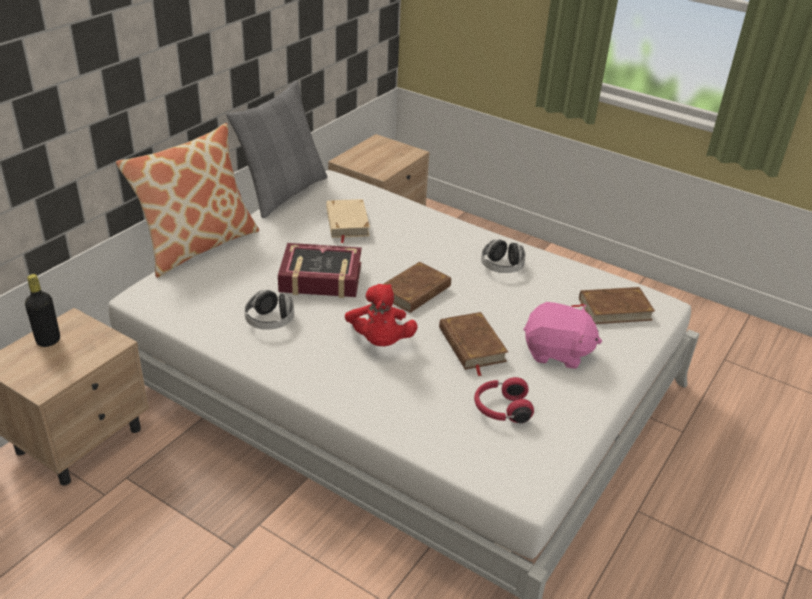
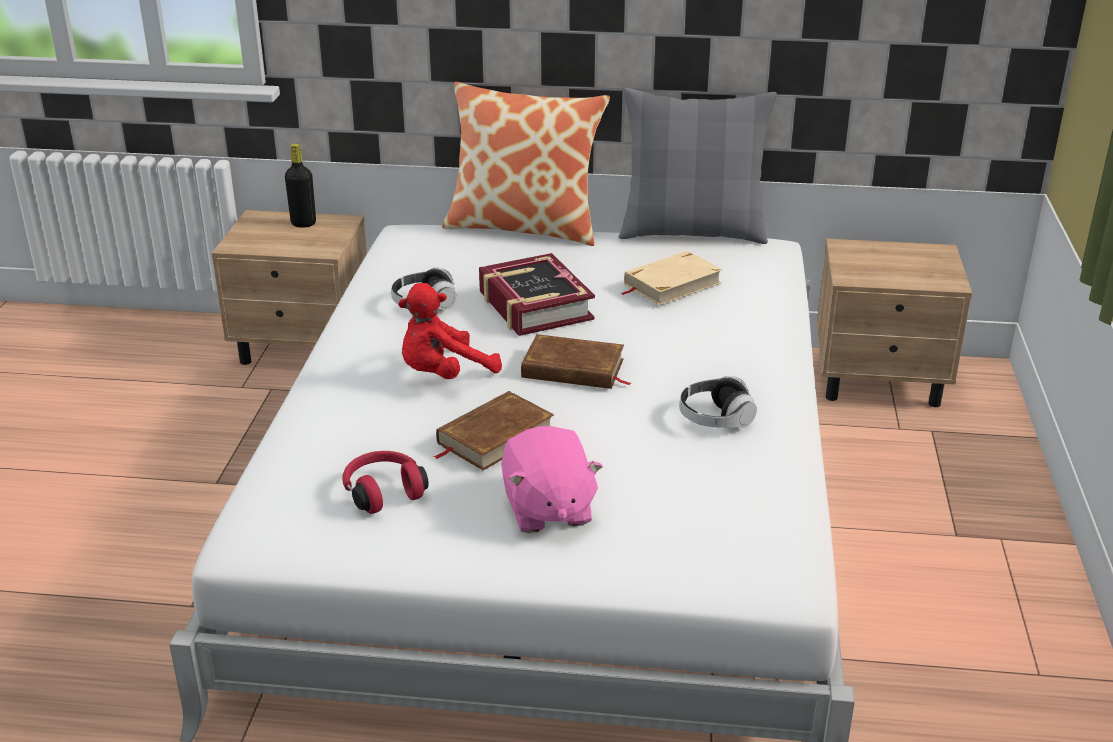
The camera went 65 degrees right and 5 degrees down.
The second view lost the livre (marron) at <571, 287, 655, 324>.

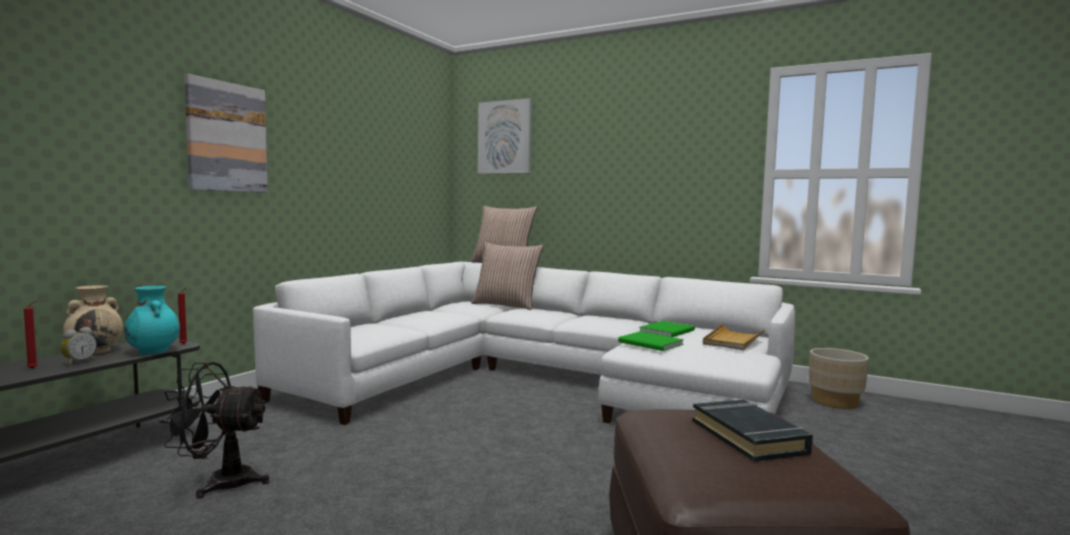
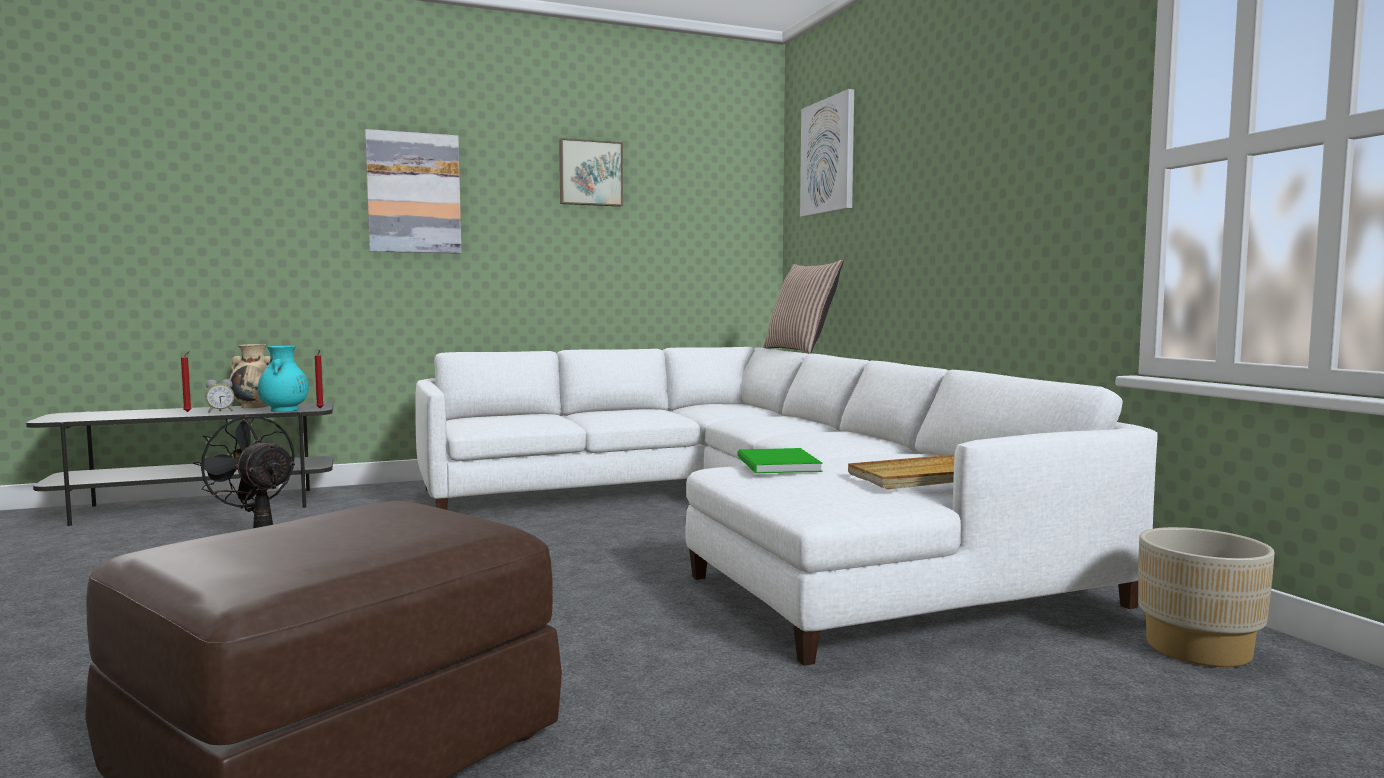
The camera went 40 degrees right and 0 degrees up.
The second view lost the coussin at <471, 242, 543, 310>.
The second view lost the livre (vert) at <640, 321, 695, 337>.
The second view lost the livre (noir) at <693, 400, 813, 461>.
The second view gained the tableau at <559, 138, 623, 207>.

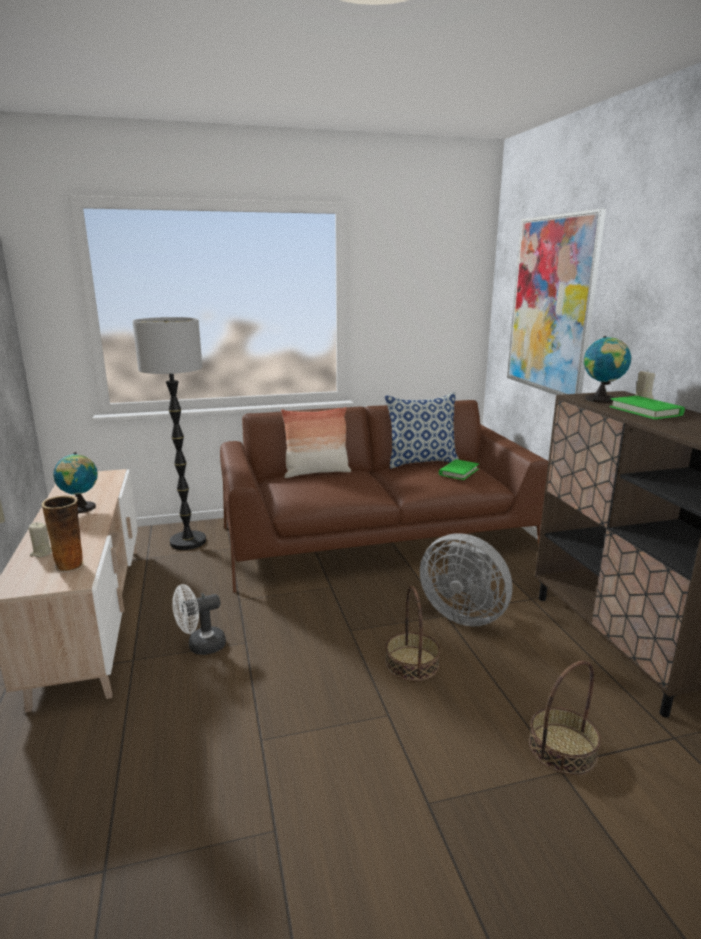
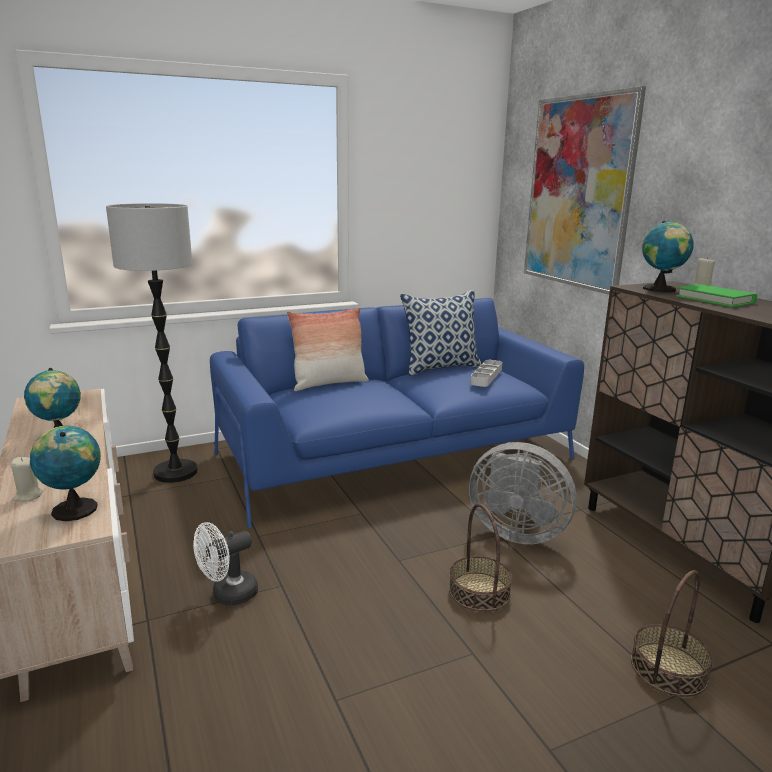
The camera went 10 degrees left and 0 degrees up.
Where the vase stood at <41, 496, 84, 572>, the globe came to stand at <30, 426, 101, 521>.
What was the canapé (marron) at <220, 400, 548, 593> turned into the canapé (bleu) at <210, 298, 584, 528>.
Where the livre (vert) stood at <439, 459, 479, 480>, the plateau (gris) came to stand at <470, 360, 502, 387>.

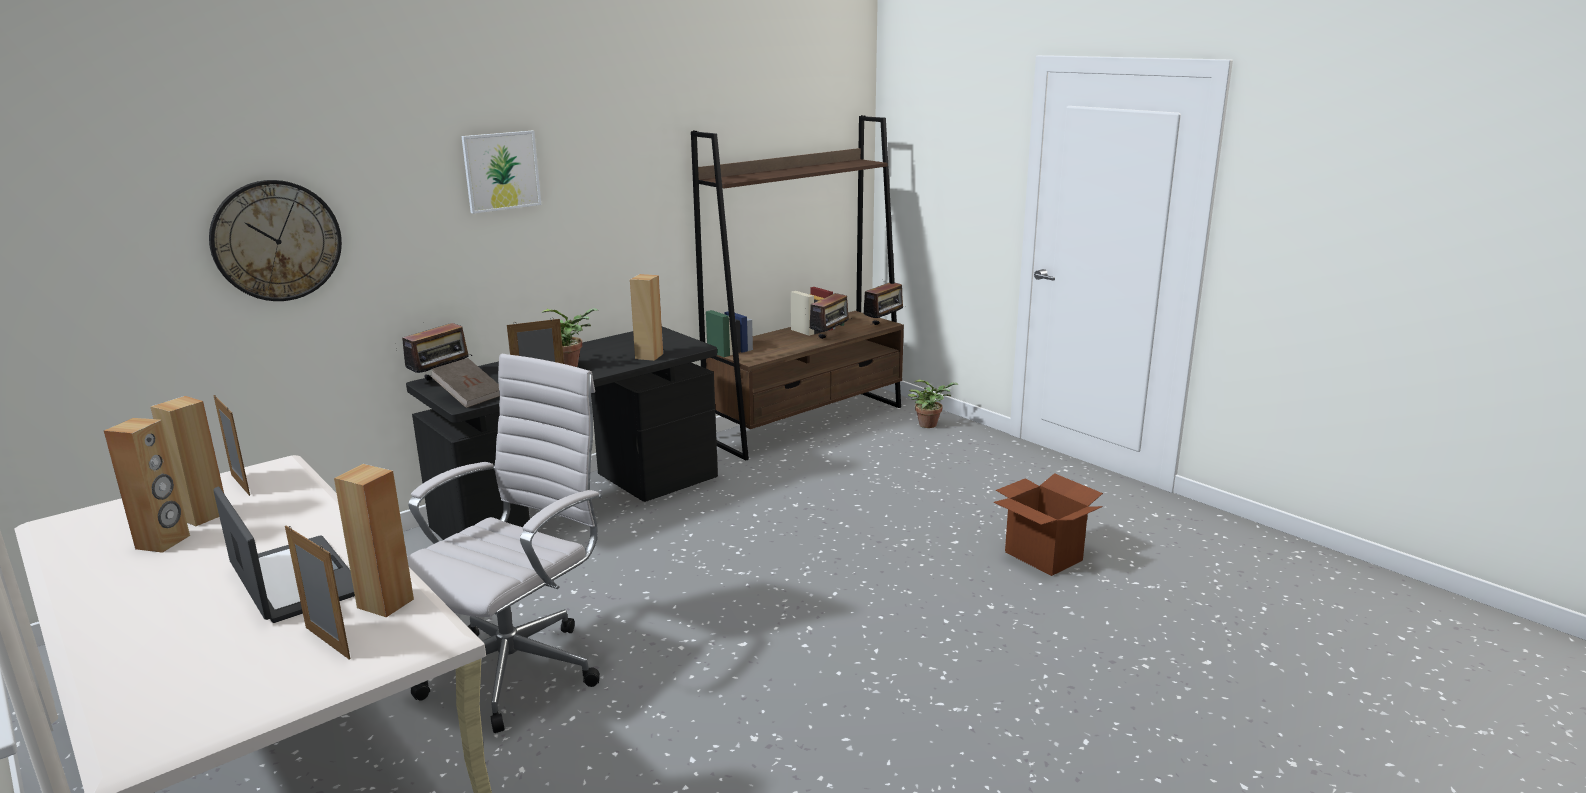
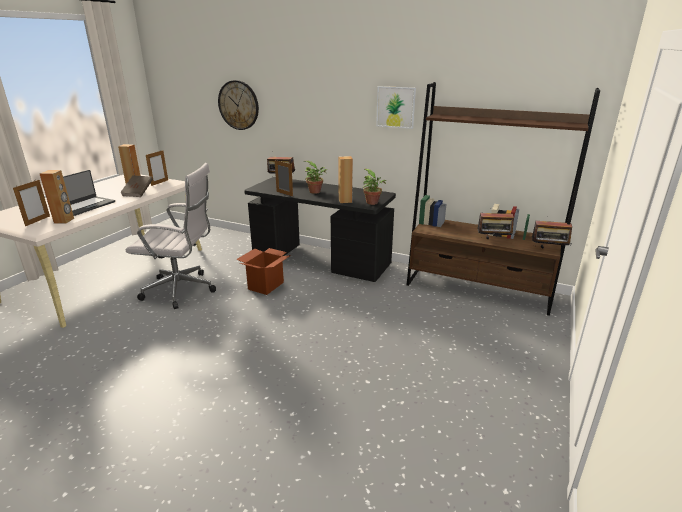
The camera went 65 degrees right and 5 degrees up.
The second view lost the enceinte (marron) at <104, 418, 190, 553>.
The livre (marron) ended up elsewhere, having gone from <430, 358, 500, 408> to <120, 175, 153, 197>.
The tableau ended up elsewhere, having gone from <461, 131, 541, 214> to <376, 86, 416, 129>.
The plante en pot ended up elsewhere, having gone from <908, 379, 958, 428> to <362, 169, 387, 205>.
The carton ended up elsewhere, having gone from <993, 473, 1103, 576> to <236, 248, 291, 295>.

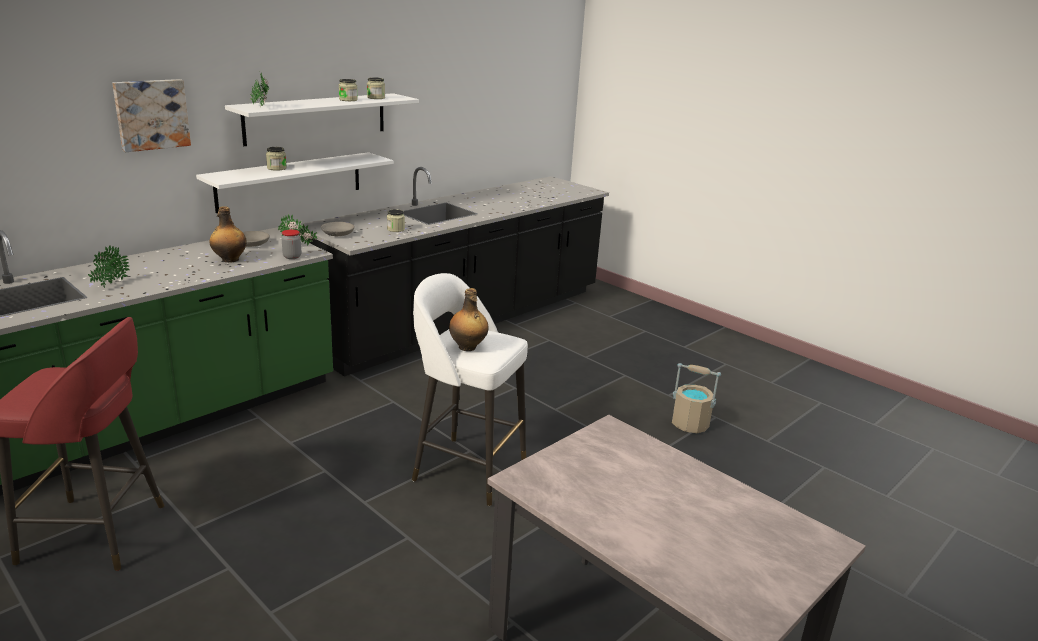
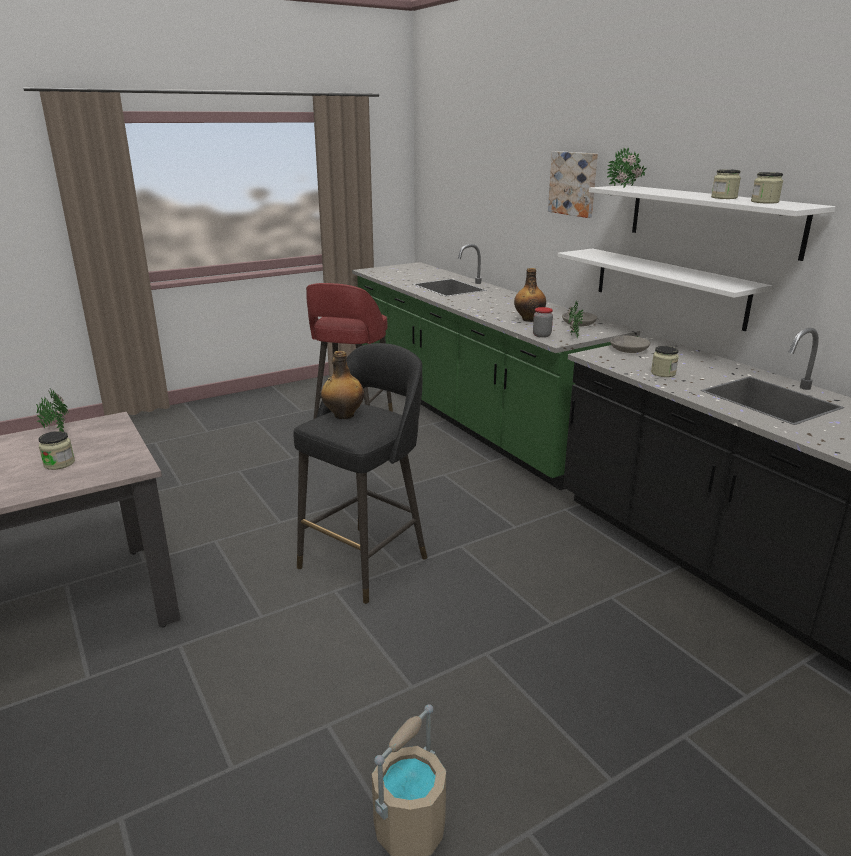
The camera went 105 degrees right and 0 degrees up.
The plante en pot ended up elsewhere, having gone from <88, 245, 130, 288> to <36, 389, 68, 432>.
The bocal ended up elsewhere, having gone from <266, 147, 287, 171> to <38, 431, 75, 470>.
What was the tabouret (blanc) at <412, 273, 528, 506> turned into the tabouret (noir) at <293, 343, 427, 604>.

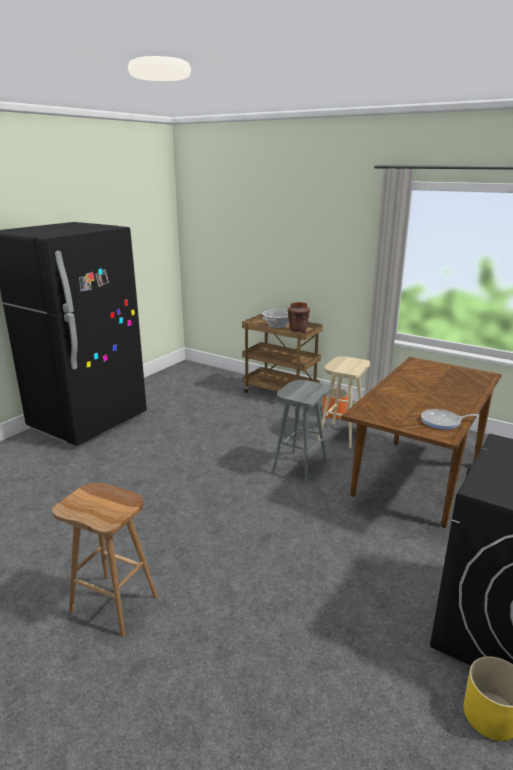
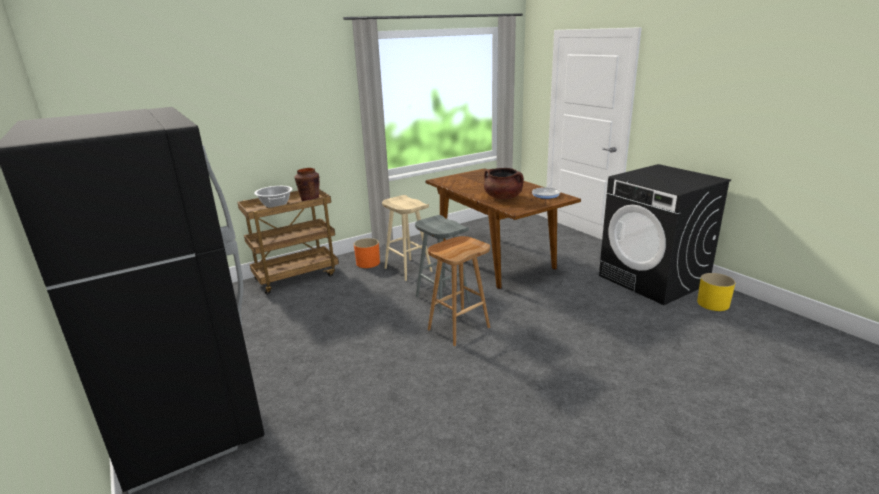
The camera went 65 degrees left and 0 degrees up.
The tabouret (marron) ended up elsewhere, having gone from <52, 483, 158, 637> to <428, 236, 490, 346>.
The second view gained the marmite (marron) at <484, 168, 524, 199>.

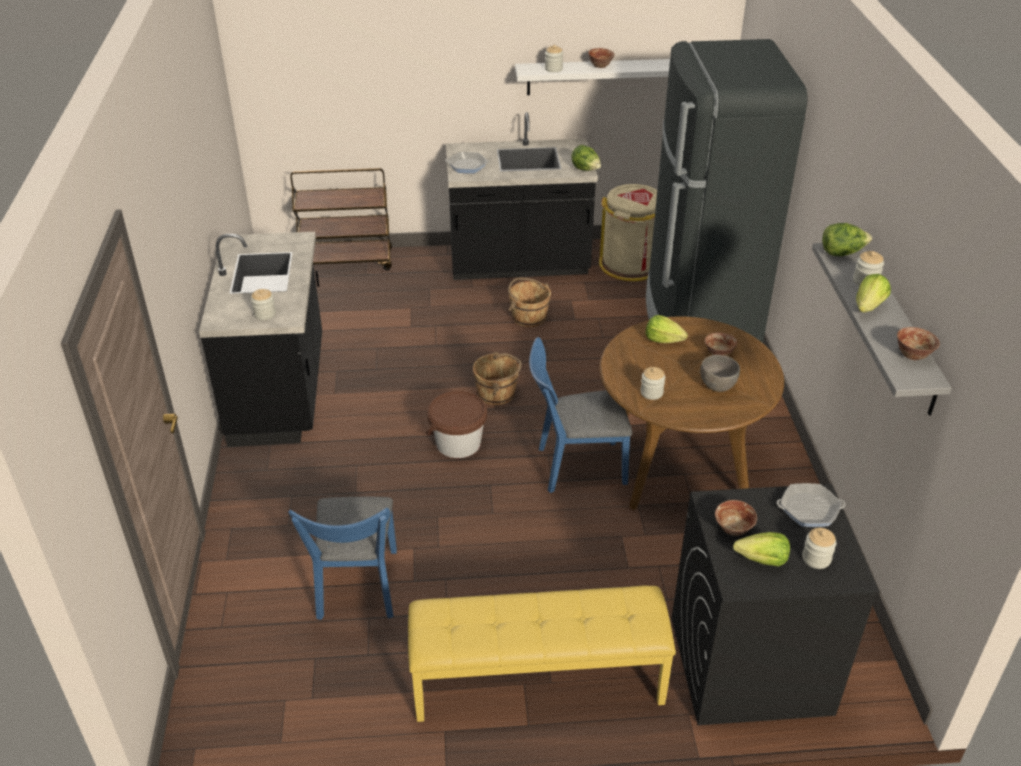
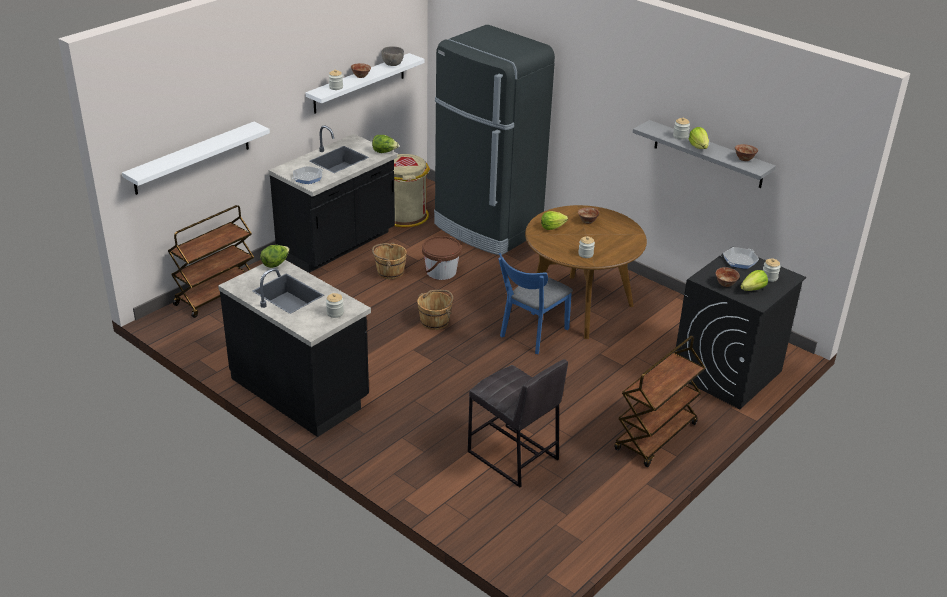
The camera went 45 degrees left and 5 degrees down.
Where the chaise (bleu) stood at <288, 497, 397, 620>, the tabouret (gris) came to stand at <468, 359, 568, 487>.
Where the banc (jaune) stood at <408, 586, 676, 722>, the chariot (marron) came to stand at <614, 335, 705, 467>.
The seau (marron) ended up elsewhere, having gone from <426, 391, 487, 458> to <422, 236, 461, 280>.
The bol (gris) ended up elsewhere, having gone from <700, 355, 740, 392> to <381, 46, 404, 66>.
The laitue ended up elsewhere, having gone from <822, 223, 872, 256> to <260, 245, 290, 268>.
The second view gained the étagère (blanc) at <122, 122, 270, 195>.

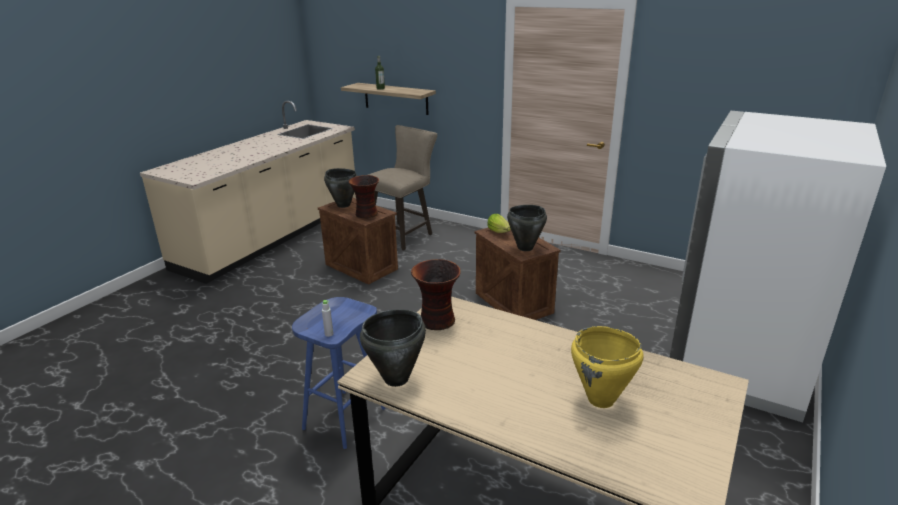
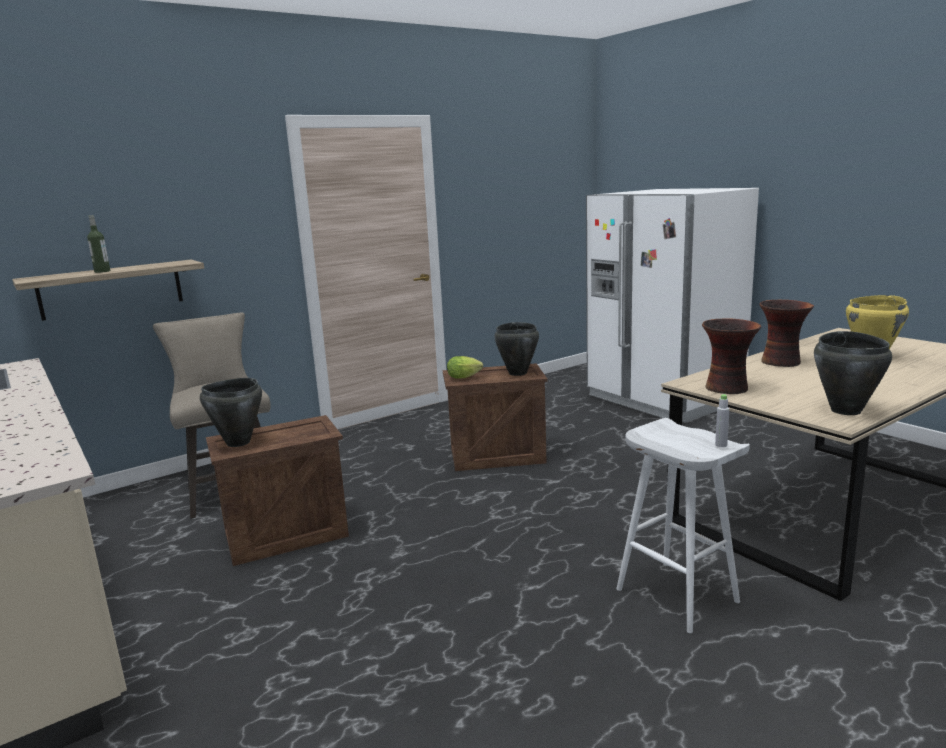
The camera went 65 degrees left and 10 degrees down.
What was the tabouret (bleu) at <292, 297, 385, 449> turned into the tabouret (blanc) at <616, 418, 750, 633>.
The vase ended up elsewhere, having gone from <348, 175, 379, 218> to <759, 300, 814, 367>.

